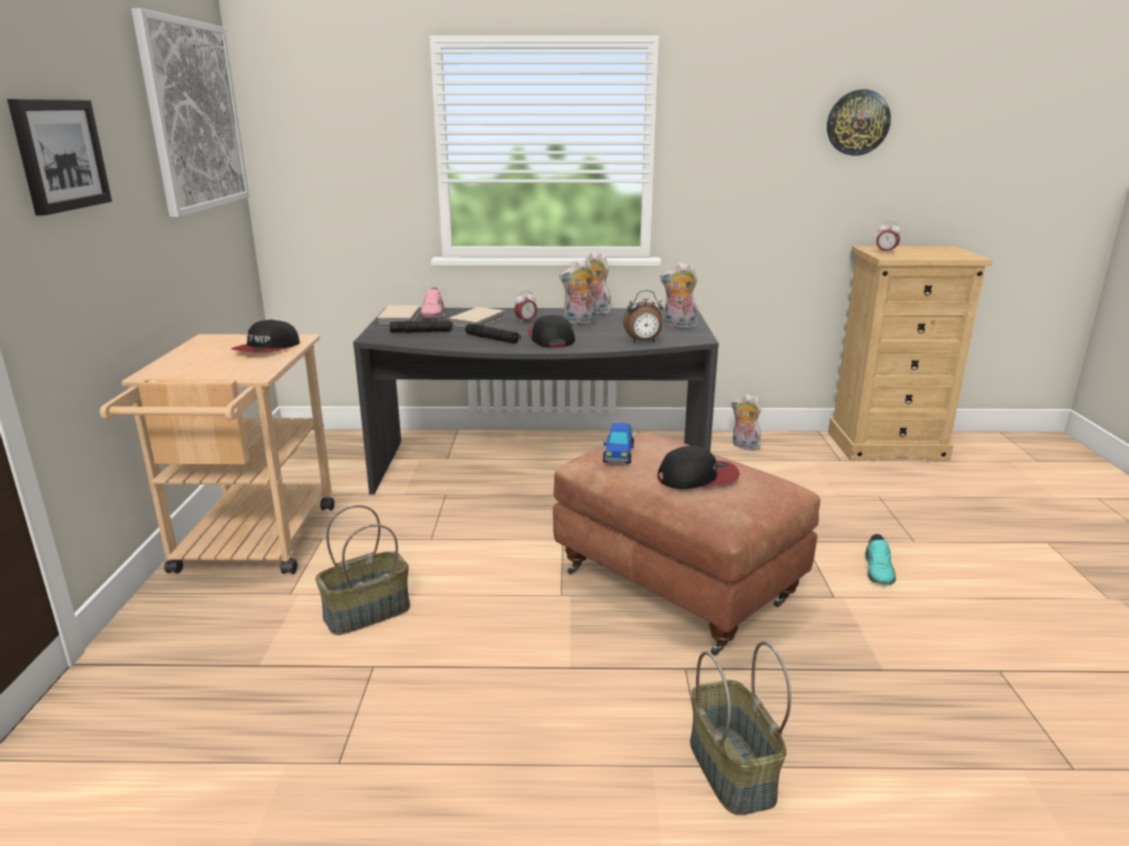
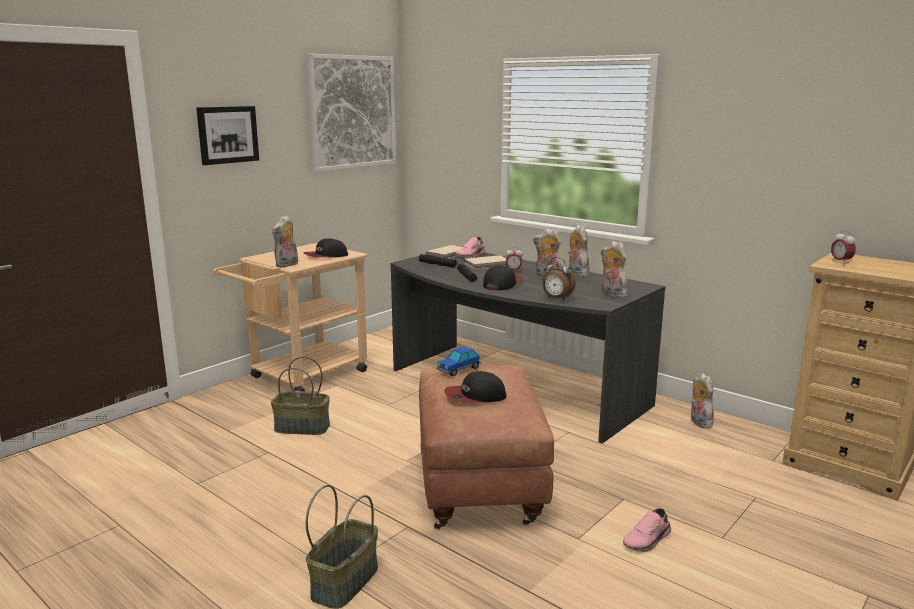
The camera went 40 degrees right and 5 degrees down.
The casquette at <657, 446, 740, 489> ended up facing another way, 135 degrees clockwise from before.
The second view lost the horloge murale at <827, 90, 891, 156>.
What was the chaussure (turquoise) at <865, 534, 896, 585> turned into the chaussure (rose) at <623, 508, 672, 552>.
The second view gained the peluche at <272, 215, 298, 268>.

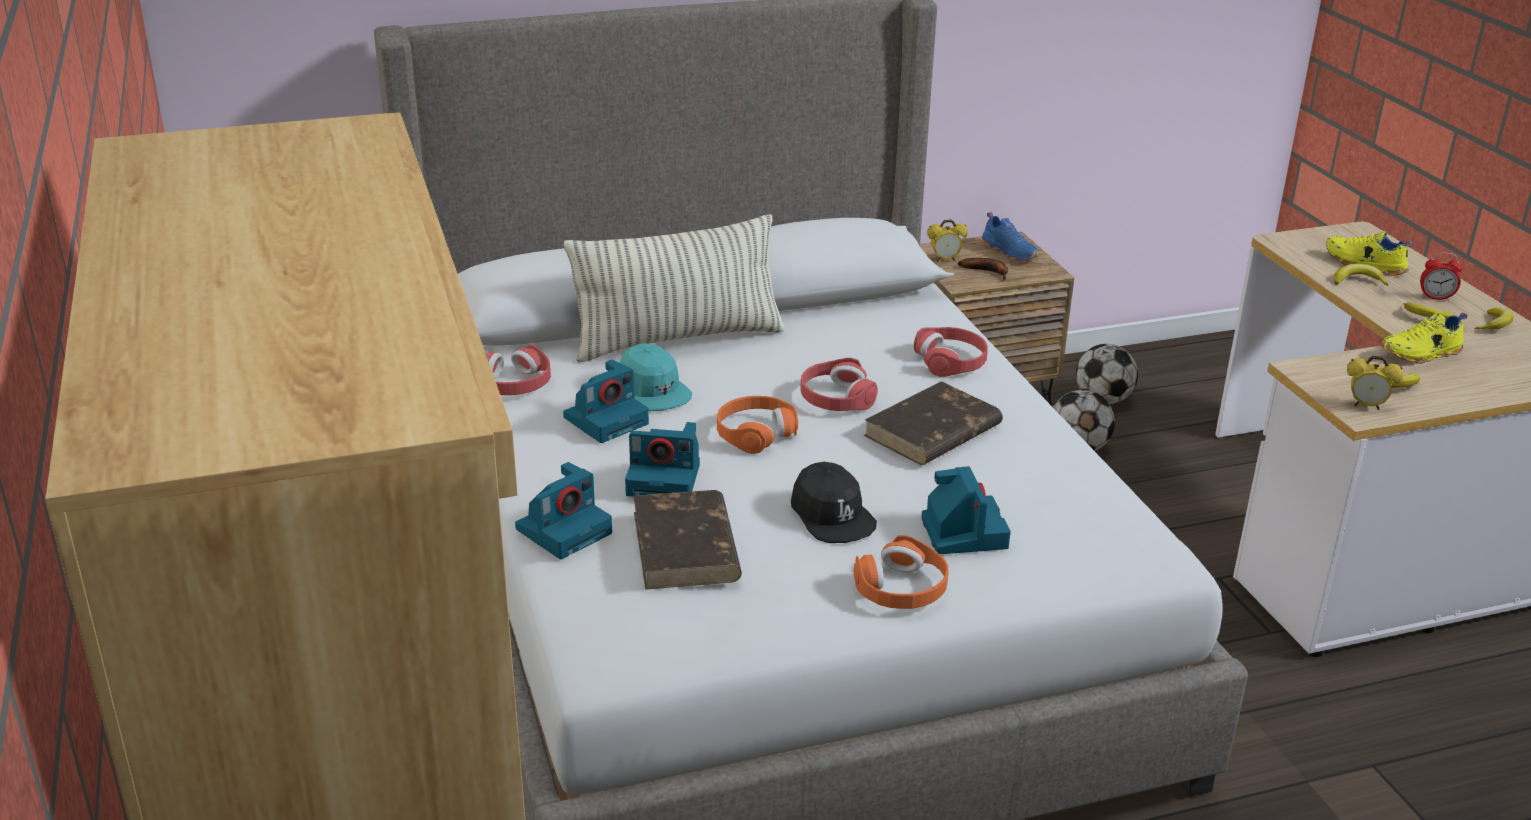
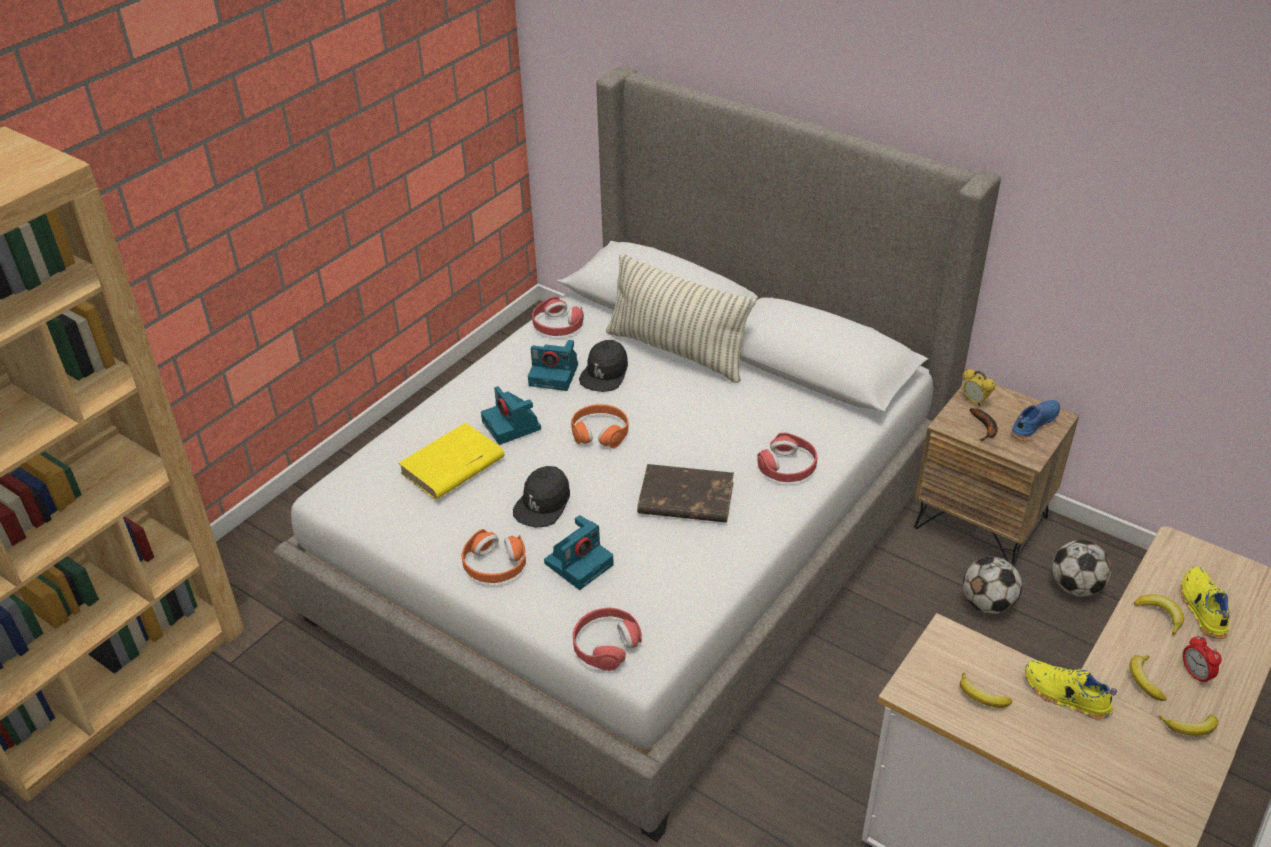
The camera went 55 degrees right and 10 degrees up.
The second view lost the appareil photo at <515, 462, 612, 559>.
What was the casquette (turquoise) at <619, 343, 692, 411> turned into the casquette (noir) at <579, 340, 628, 392>.
What was the livre (marron) at <633, 490, 742, 590> turned into the livre (jaune) at <399, 422, 504, 500>.
The casque audio (rouge) ended up elsewhere, having gone from <800, 358, 878, 411> to <573, 608, 642, 671>.
The chaussure (bleu) at <981, 212, 1039, 262> ended up facing another way, 150 degrees counterclockwise from before.
The second view lost the réveil at <1347, 356, 1403, 410>.

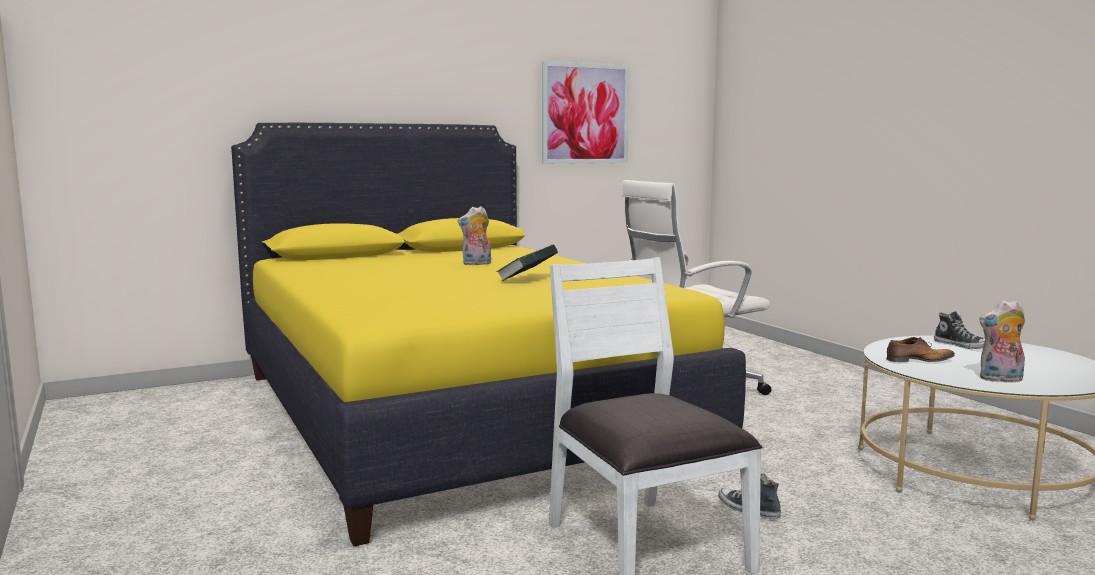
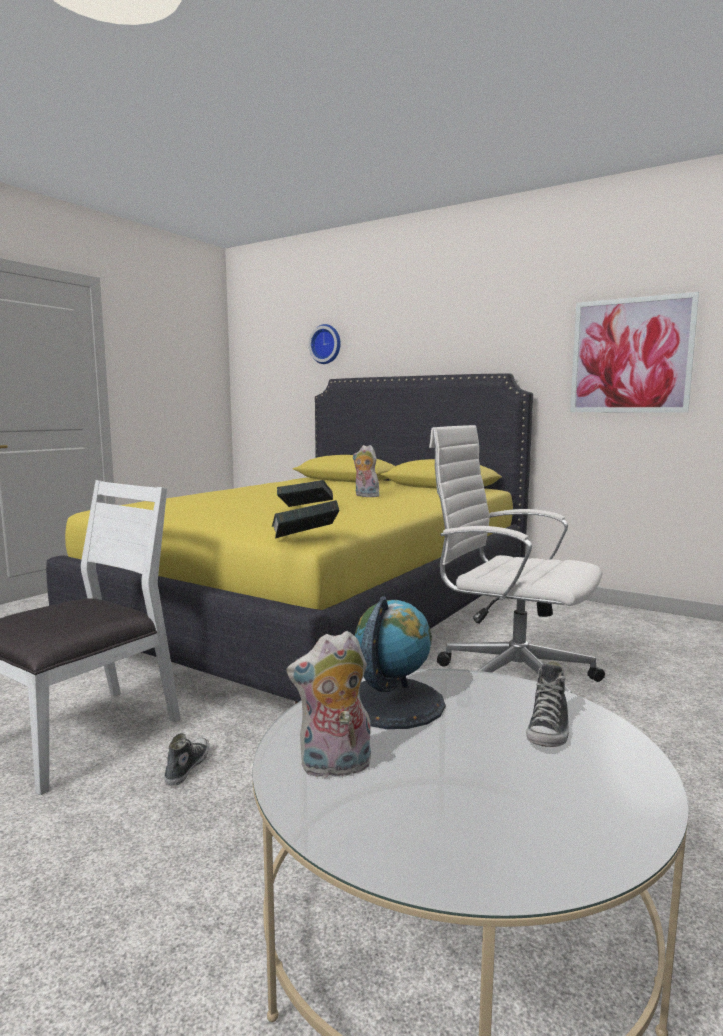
The camera went 60 degrees right and 0 degrees up.
Where the chaussure stood at <887, 337, 955, 362>, the globe came to stand at <355, 596, 445, 729>.
The peluche at <979, 300, 1025, 382> ended up facing another way, 75 degrees counterclockwise from before.
The second view gained the livre at <272, 500, 339, 539>.
The second view gained the horloge murale at <308, 324, 341, 364>.

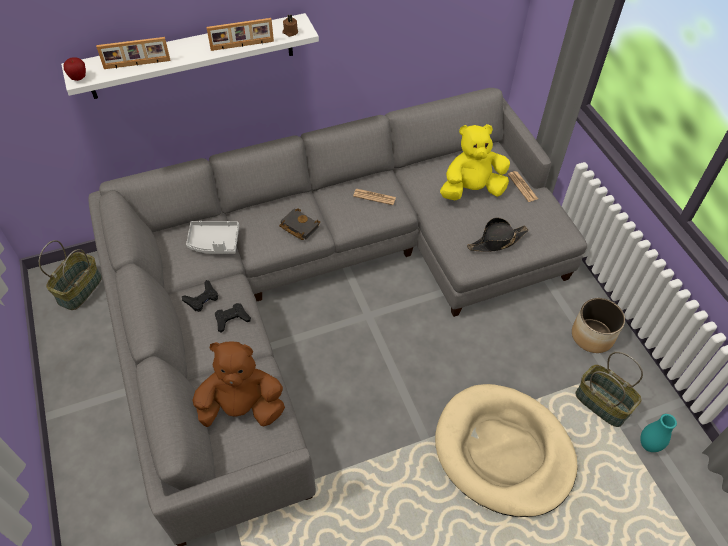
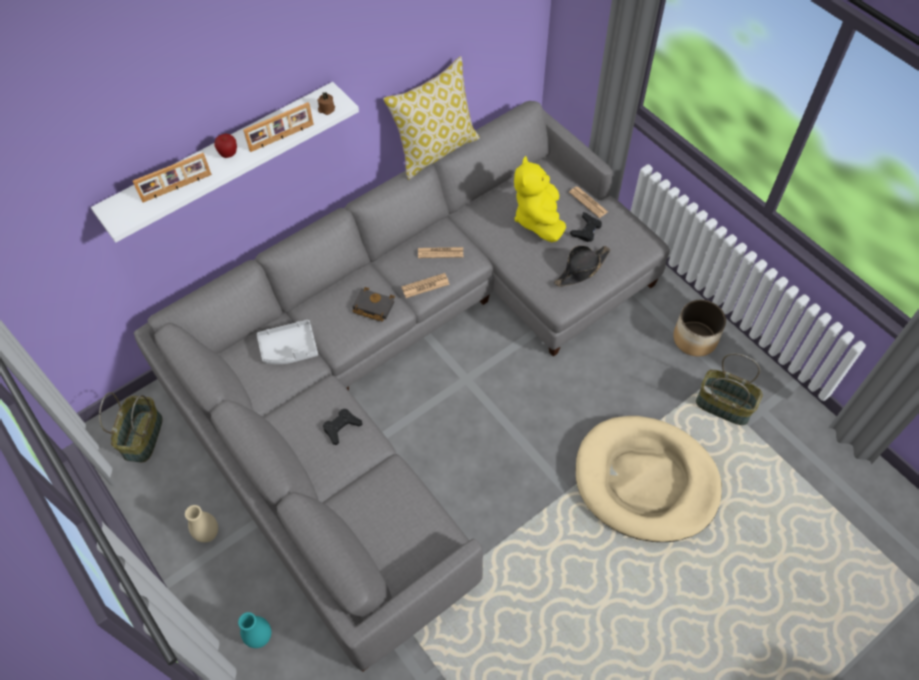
The camera went 15 degrees left and 5 degrees up.
The pomme ended up elsewhere, having gone from <64, 57, 86, 81> to <215, 133, 237, 158>.
The manette (noir) ended up elsewhere, having gone from <182, 280, 218, 312> to <570, 212, 602, 242>.
The second view lost the peluche (marron) at <192, 342, 285, 427>.
The peluche (jaune) at <440, 124, 510, 200> ended up facing another way, 60 degrees counterclockwise from before.
The vase (turquoise) ended up elsewhere, having gone from <640, 414, 677, 452> to <238, 612, 271, 648>.
The second view gained the vase (beige) at <185, 505, 218, 542>.
The second view gained the coussin at <383, 56, 480, 180>.
The second view gained the journal at <401, 273, 450, 298>.

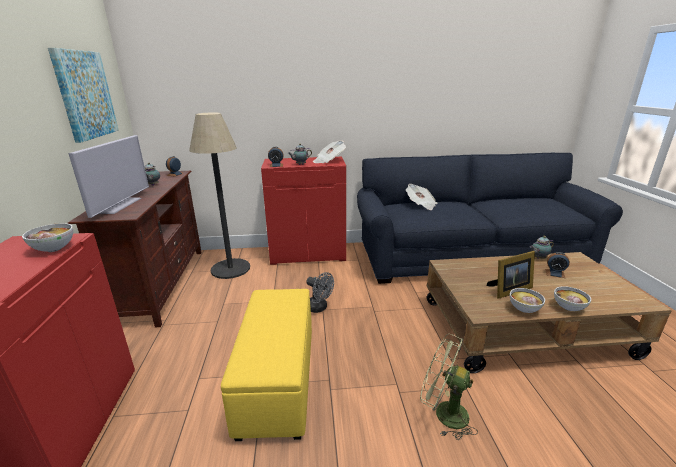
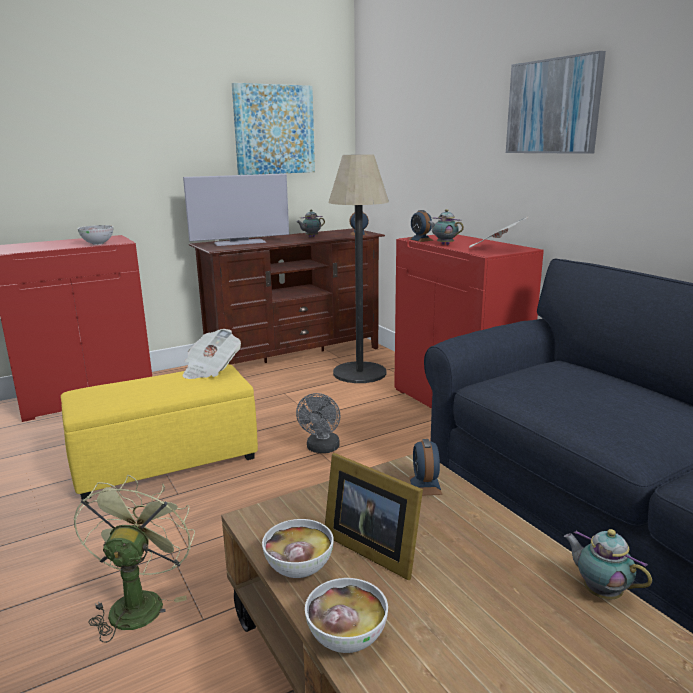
The camera went 65 degrees right and 5 degrees down.
The journal ended up elsewhere, having gone from <406, 184, 437, 210> to <182, 329, 241, 379>.
The réveil ended up elsewhere, having gone from <545, 252, 570, 278> to <409, 439, 442, 496>.
The second view gained the tableau at <506, 51, 606, 154>.

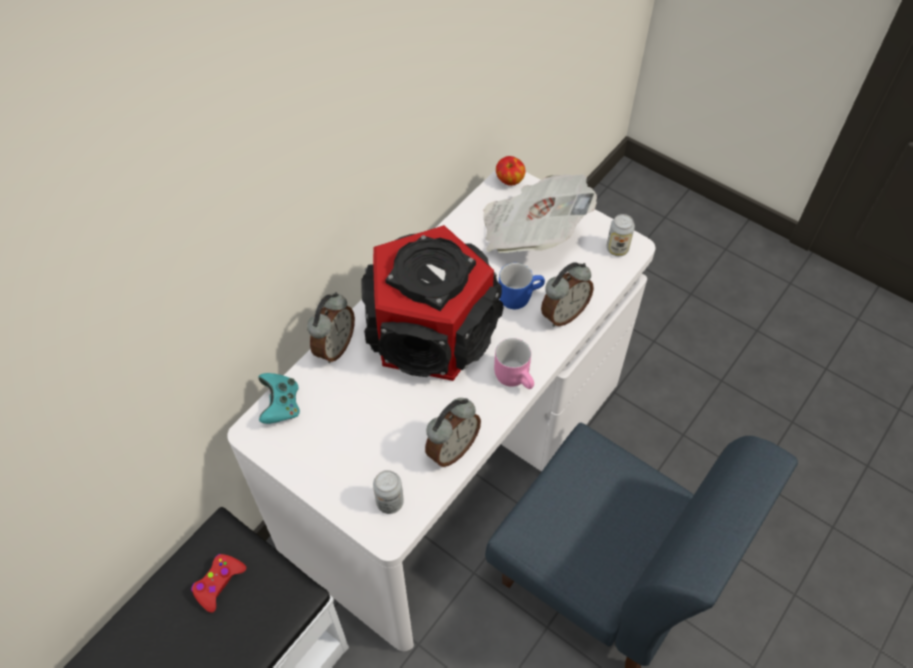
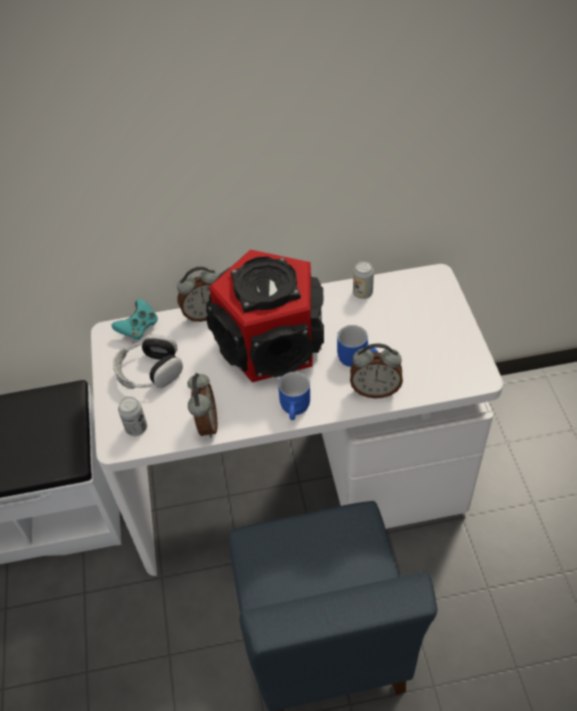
The camera went 45 degrees right and 5 degrees down.
The second view lost the manette (rouge) at <191, 554, 247, 613>.
The réveil at <425, 398, 481, 467> ended up facing another way, 90 degrees counterclockwise from before.
The second view lost the journal at <483, 174, 597, 253>.
What was the mug (rose) at <494, 338, 534, 389> turned into the mug (bleu) at <278, 372, 310, 420>.
The second view lost the pomme at <496, 156, 525, 186>.
The boîte métallique ended up elsewhere, having gone from <606, 214, 635, 256> to <353, 261, 374, 299>.
The second view gained the casque audio at <113, 334, 183, 389>.

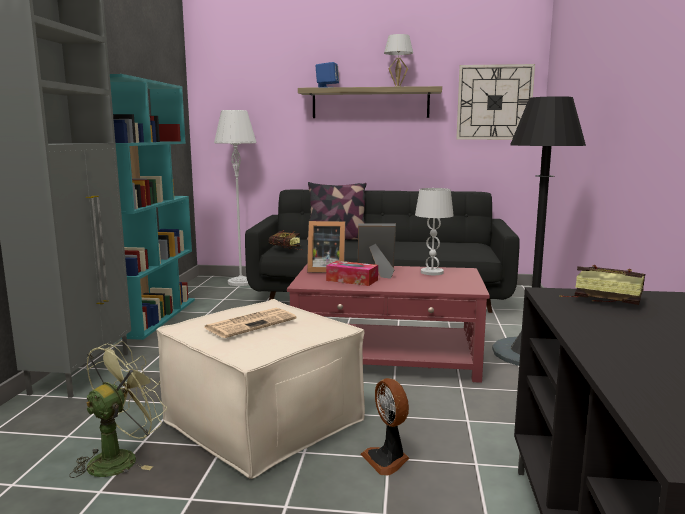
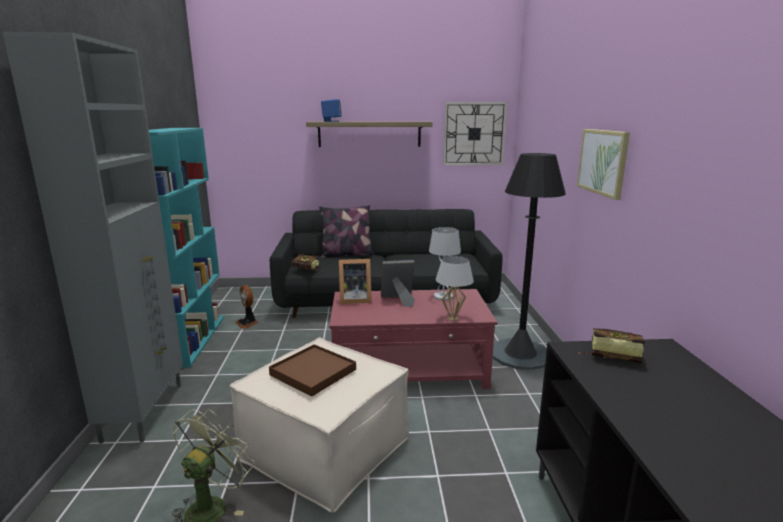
The camera went 10 degrees left and 5 degrees up.
Where the journal stood at <204, 308, 296, 338>, the plateau (marron) came to stand at <269, 344, 356, 396>.
The second view lost the lampadaire (gris) at <214, 110, 257, 286>.
The second view lost the boîte à mouchoirs at <326, 261, 378, 286>.
The ventilateur ended up elsewhere, having gone from <361, 378, 409, 476> to <235, 285, 258, 329>.
The lampe de table (blanc) ended up elsewhere, having gone from <384, 34, 413, 87> to <436, 256, 474, 321>.
The second view gained the tableau at <577, 129, 630, 200>.

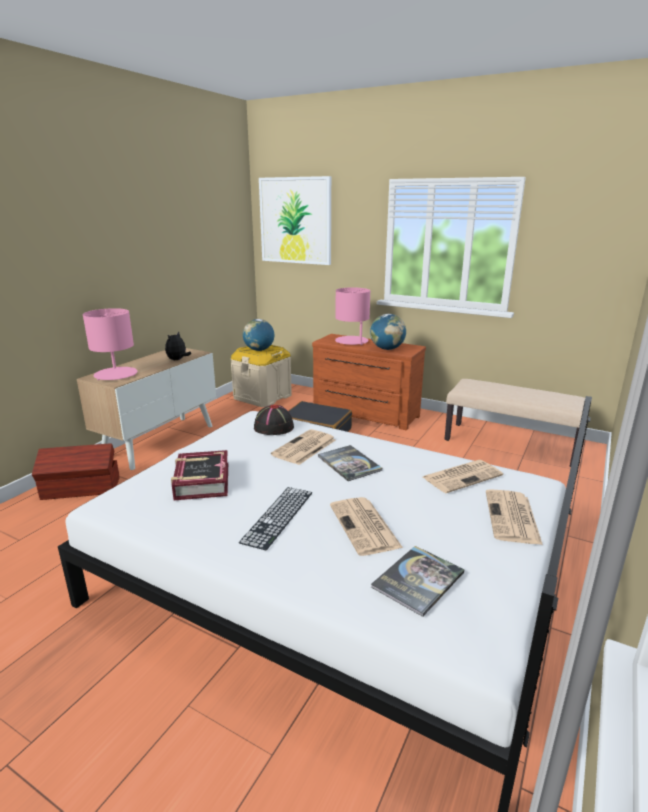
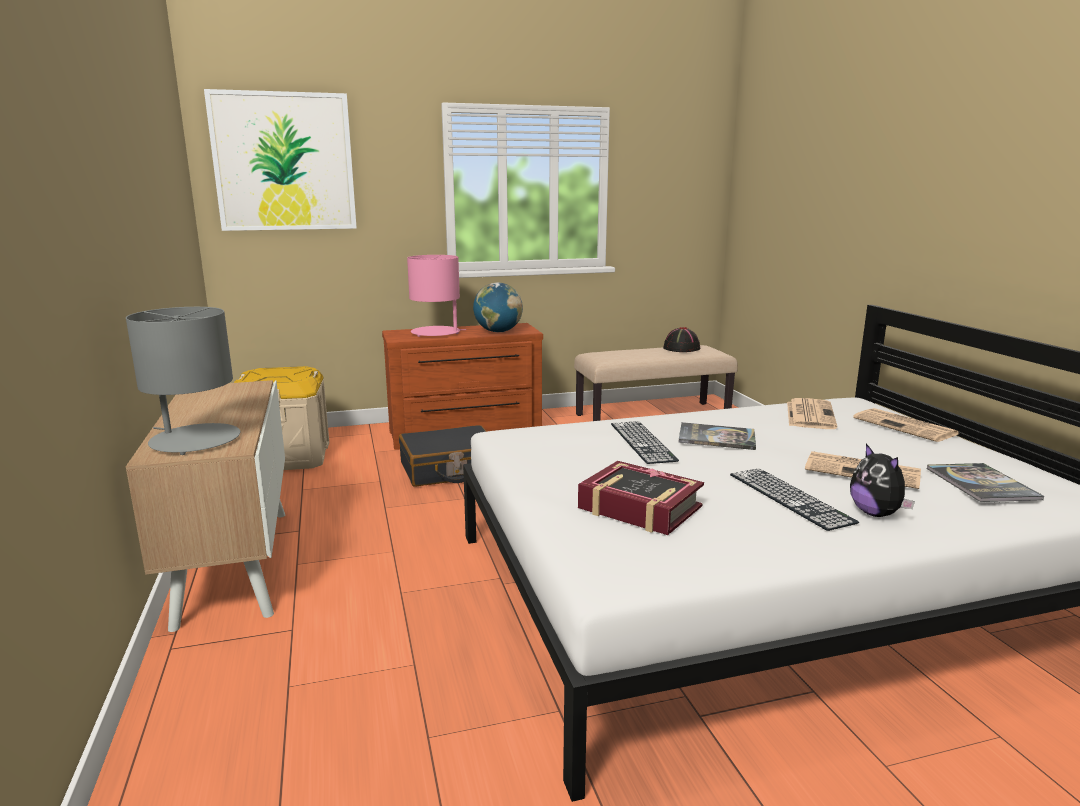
The camera went 45 degrees left and 5 degrees down.
The second view lost the boîte de rangement (marron) at <32, 443, 120, 500>.
What was the lampe de table (rose) at <83, 308, 137, 380> turned into the lampe de table (gris) at <126, 307, 241, 455>.
The peluche ended up elsewhere, having gone from <165, 331, 191, 360> to <850, 444, 915, 517>.
The second view lost the globe at <243, 319, 274, 351>.
The chapeau (noir) ended up elsewhere, having gone from <254, 405, 294, 435> to <663, 327, 700, 352>.
Where the journal stood at <271, 429, 336, 465>, the clavier came to stand at <611, 421, 679, 464>.

